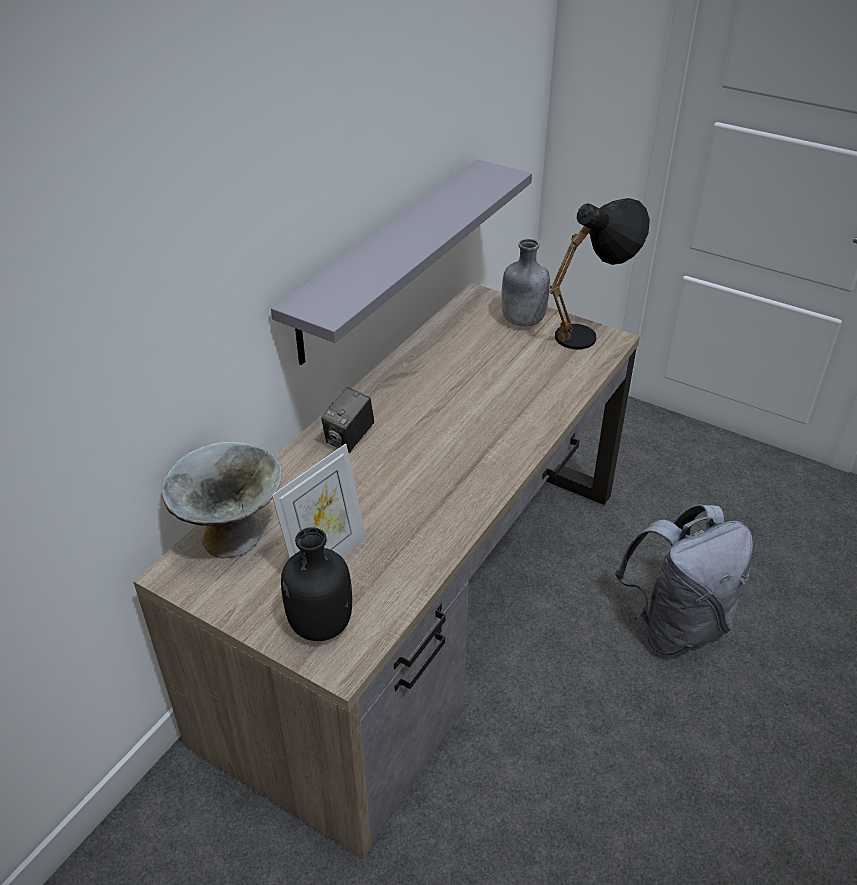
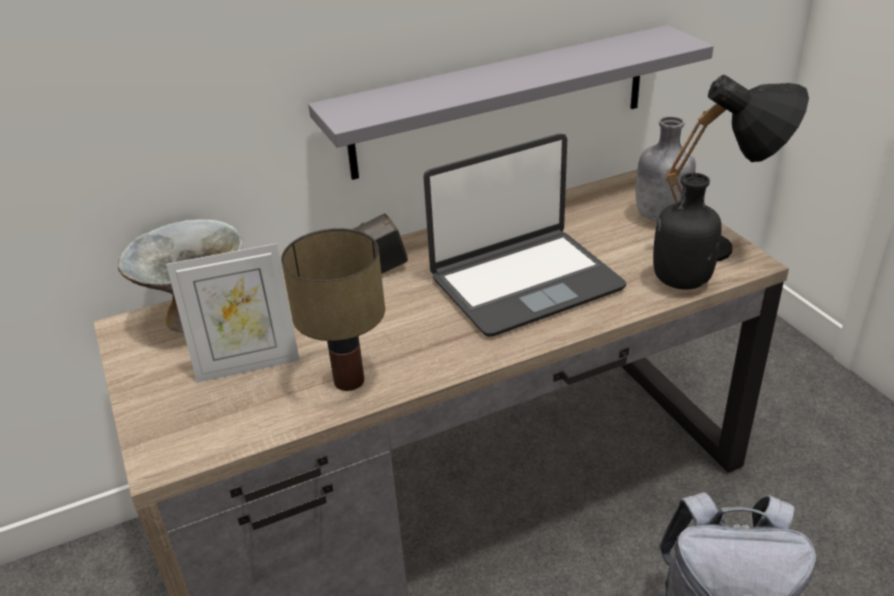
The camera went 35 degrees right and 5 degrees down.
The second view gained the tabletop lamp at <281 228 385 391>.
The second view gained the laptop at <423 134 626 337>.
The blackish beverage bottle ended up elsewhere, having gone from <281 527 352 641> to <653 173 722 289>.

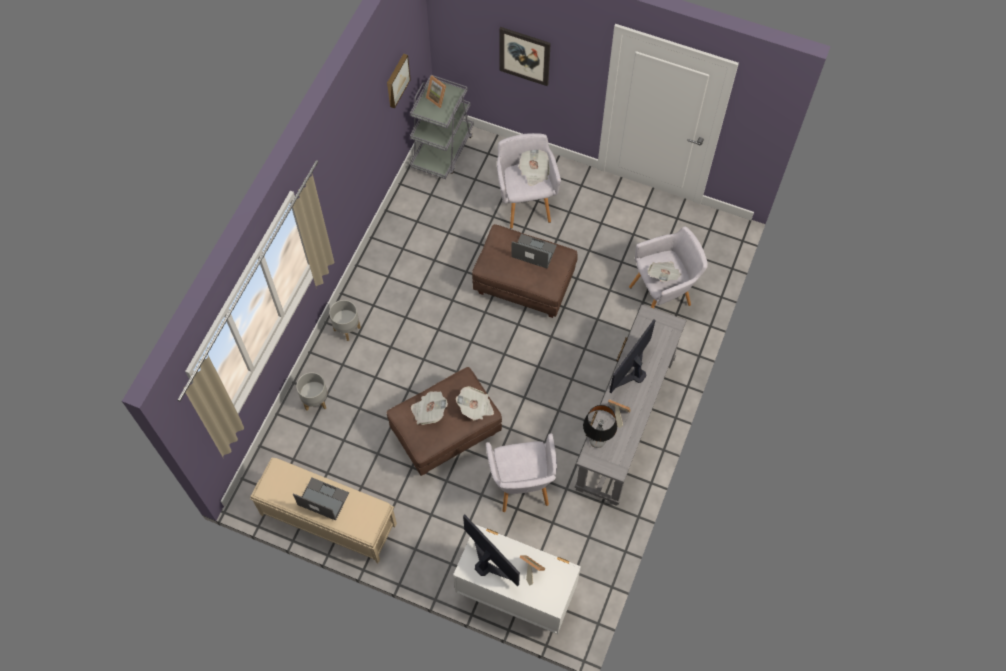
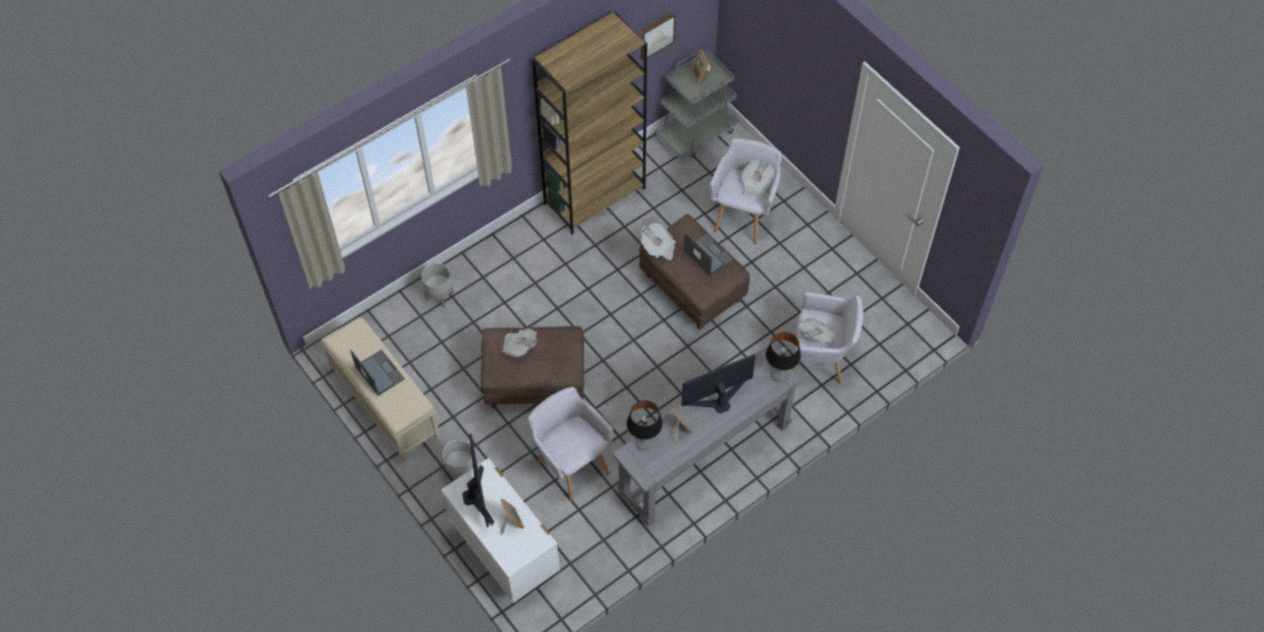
The camera went 30 degrees right and 5 degrees down.
The second view lost the picture at <499 27 551 86>.
The second view gained the brown bookshelf at <532 12 647 234>.
The second view gained the tabletop lamp at <766 332 801 382>.
The grey flower pot ended up elsewhere, having gone from <329 300 361 341> to <442 440 473 481>.
The newspaper ended up elsewhere, having gone from <456 386 494 421> to <641 223 676 260>.
The grey armchair at <486 433 557 512> ended up facing another way, 120 degrees clockwise from before.

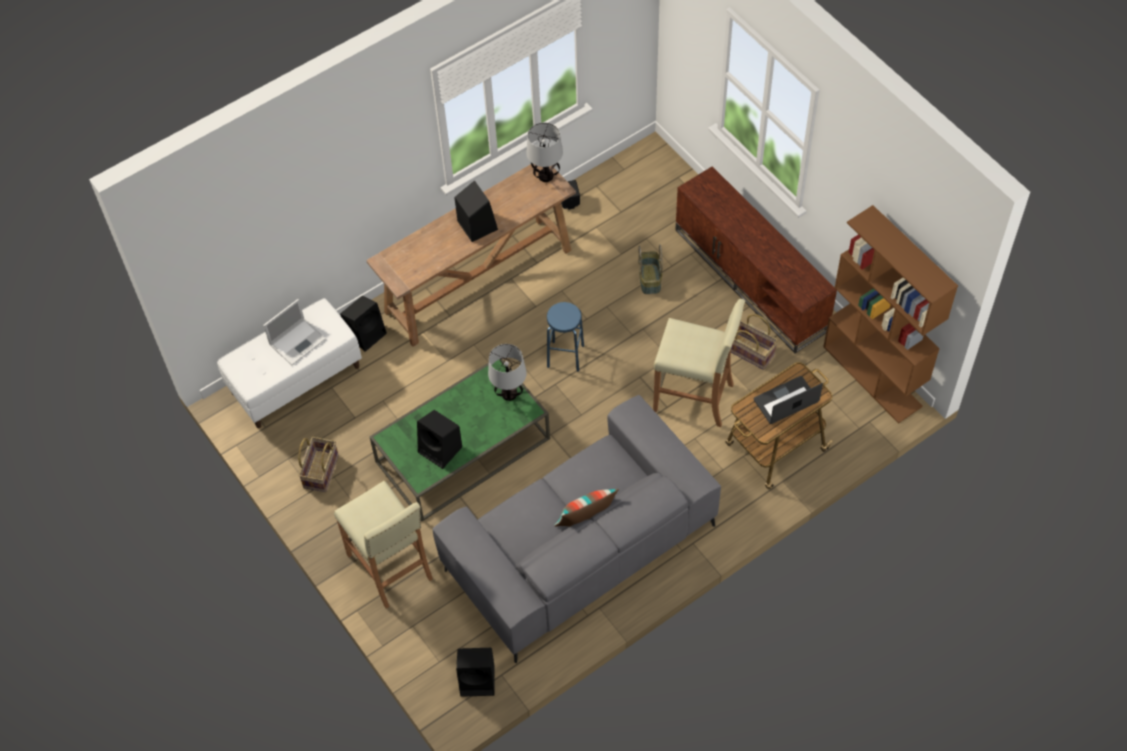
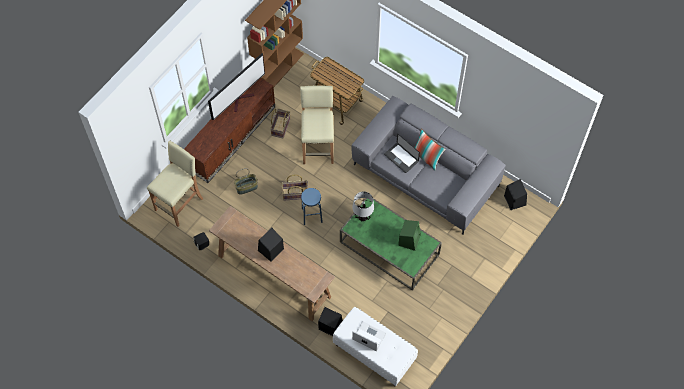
The camera went 110 degrees left and 5 degrees up.
The second view lost the tabletop lamp at <526 122 563 182>.
The second view gained the TV set at <208 53 265 120>.
The basket ended up elsewhere, having gone from <298 437 339 492> to <282 174 308 201>.
The beige-coloured stool seat ended up elsewhere, having gone from <334 481 433 609> to <147 141 204 227>.
The laptop ended up elsewhere, having gone from <754 376 823 424> to <384 134 420 173>.
What was the blackish speaker at <417 410 462 469> turned into the greenish speaker at <398 220 421 251>.

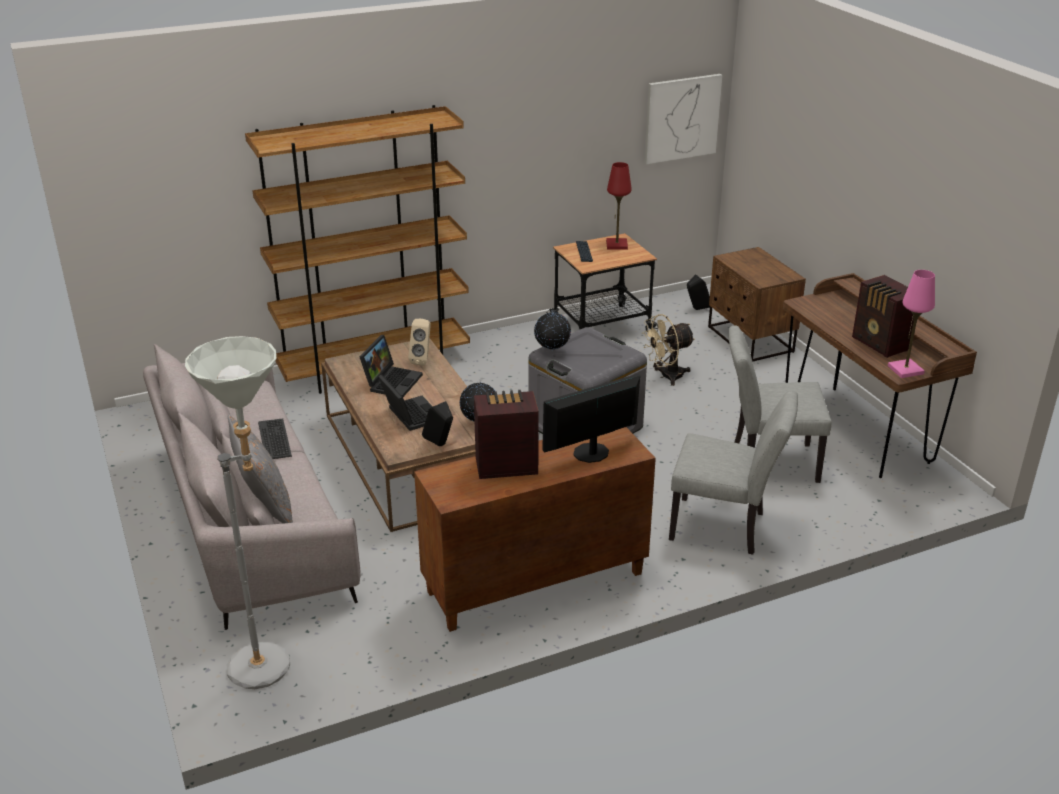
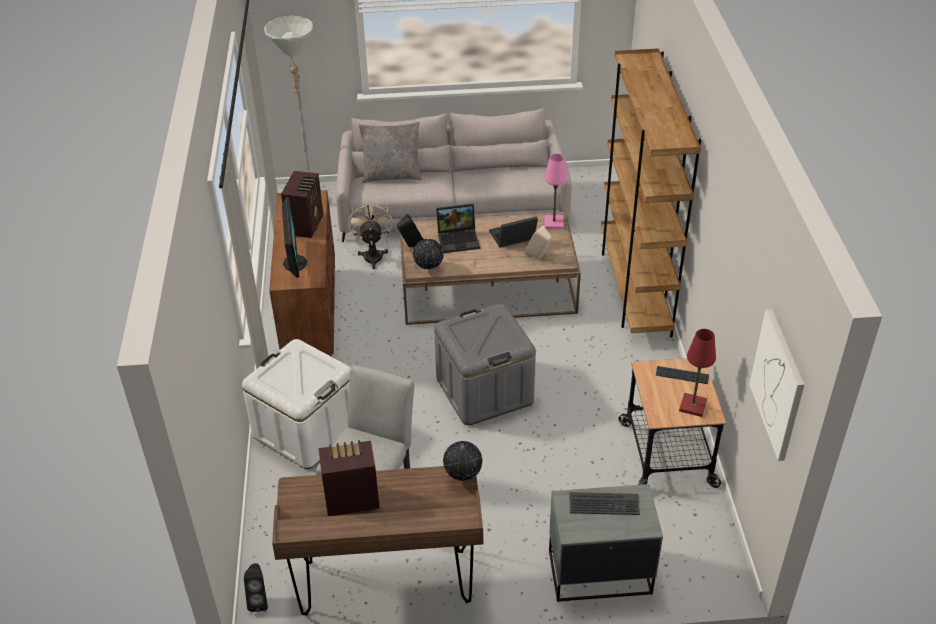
The camera went 110 degrees right and 10 degrees up.
The PC keyboard ended up elsewhere, having gone from <258 418 292 459> to <569 492 640 515>.
The desk globe ended up elsewhere, having gone from <534 310 571 351> to <443 441 483 481>.
The beige-coloured electric fan ended up elsewhere, having gone from <642 314 695 386> to <348 201 392 269>.
The blackish speaker ended up elsewhere, having gone from <687 274 710 310> to <244 563 268 612>.
The pink tabletop lamp ended up elsewhere, having gone from <888 270 935 378> to <545 154 568 229>.
Where the grey upright chair stood at <669 390 798 555>, the whitish storage bin came to stand at <242 339 351 469>.
What was the brown nightstand at <708 247 806 362> turned into the grey nightstand at <549 484 663 602>.
The laptop at <359 335 423 397> ended up facing another way, 120 degrees clockwise from before.

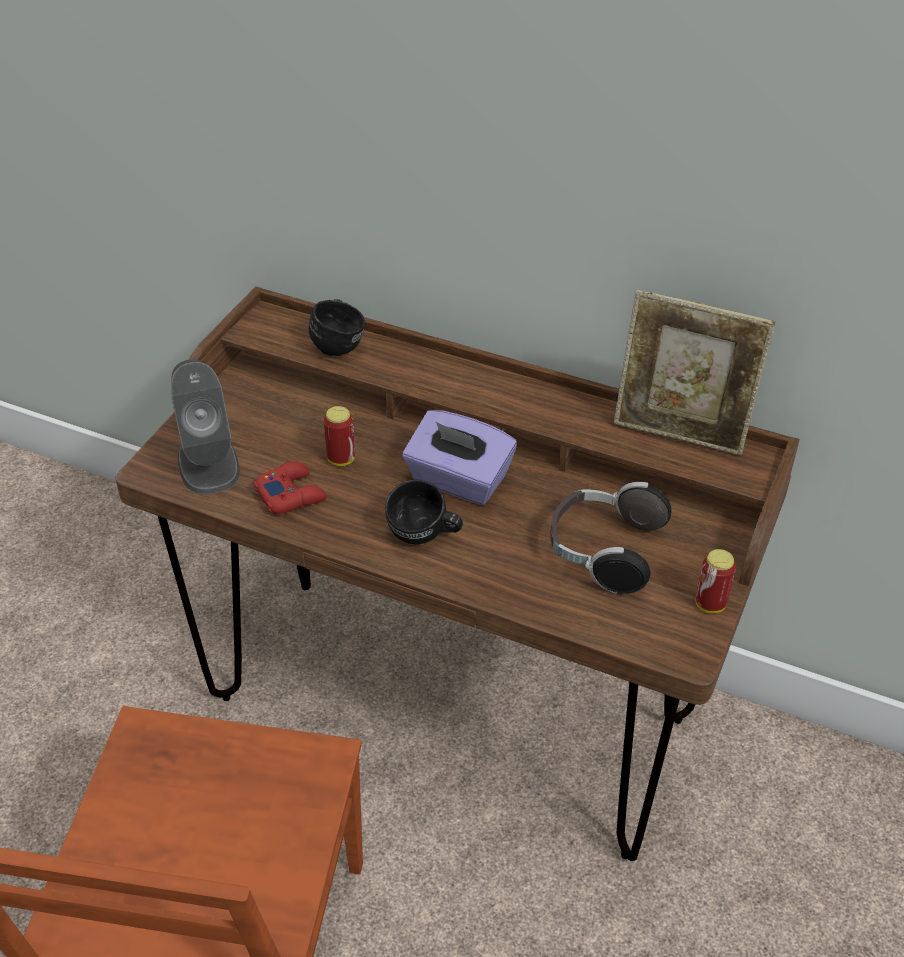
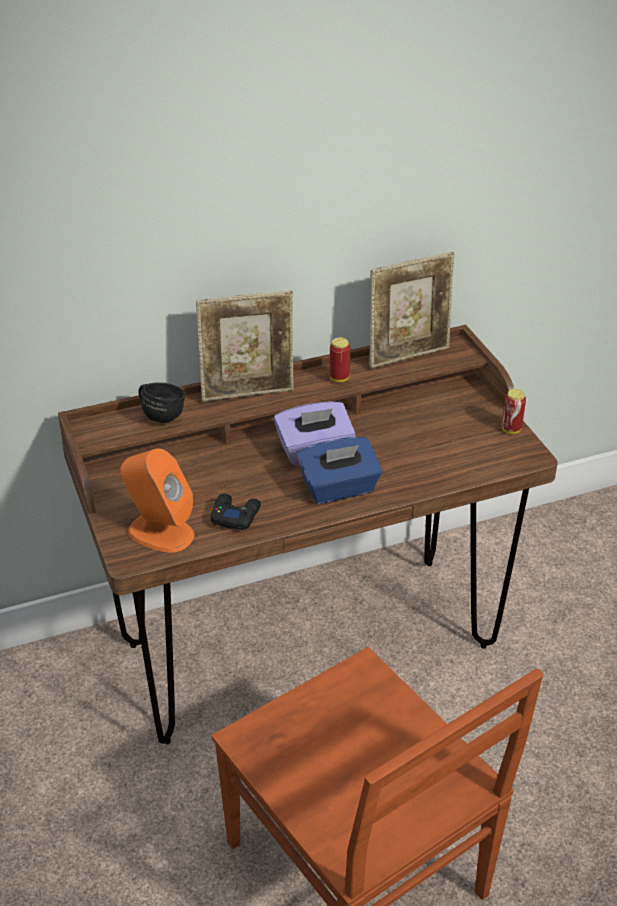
The camera went 45 degrees left and 5 degrees down.
The second view lost the headset at <551 482 672 594>.
The second view gained the picture frame at <196 291 294 402>.
The metal can ended up elsewhere, having gone from <324 406 355 466> to <330 337 350 382>.
Where the blackish mug stood at <385 480 463 544>, the bluish box of tissues came to stand at <297 437 382 504>.
What was the grey speaker at <171 360 240 494> turned into the orangey speaker at <120 448 194 552>.
What was the red-coloured game controller at <253 461 327 514> turned into the blackish game controller at <211 493 261 530>.

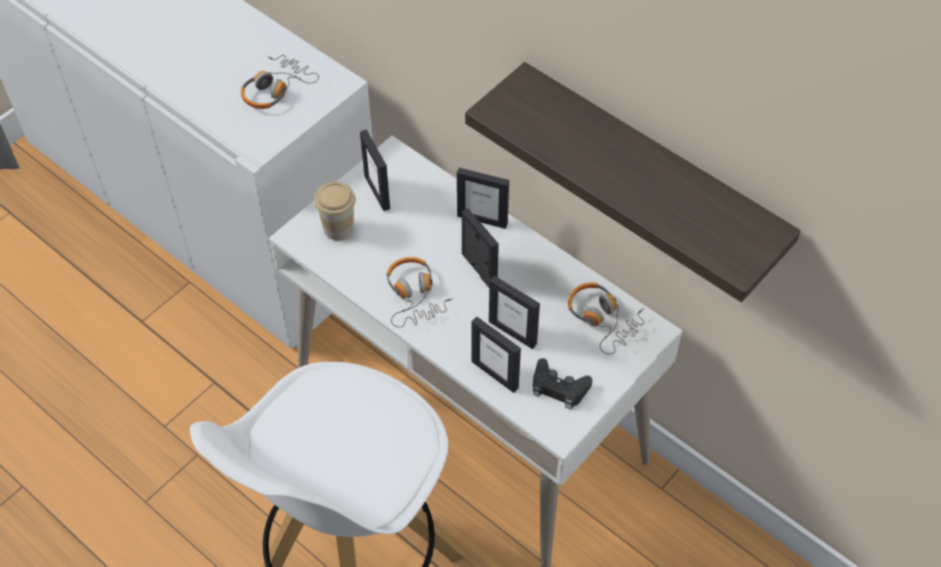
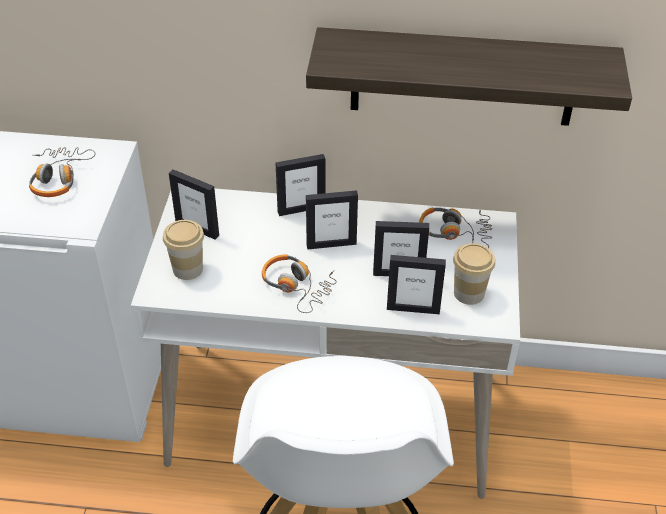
The camera went 35 degrees left and 10 degrees down.
Where the blackish game controller stood at <533 358 592 410>, the cup came to stand at <453 243 495 305>.
The picture frame at <462 208 499 287> ended up facing another way, 150 degrees clockwise from before.

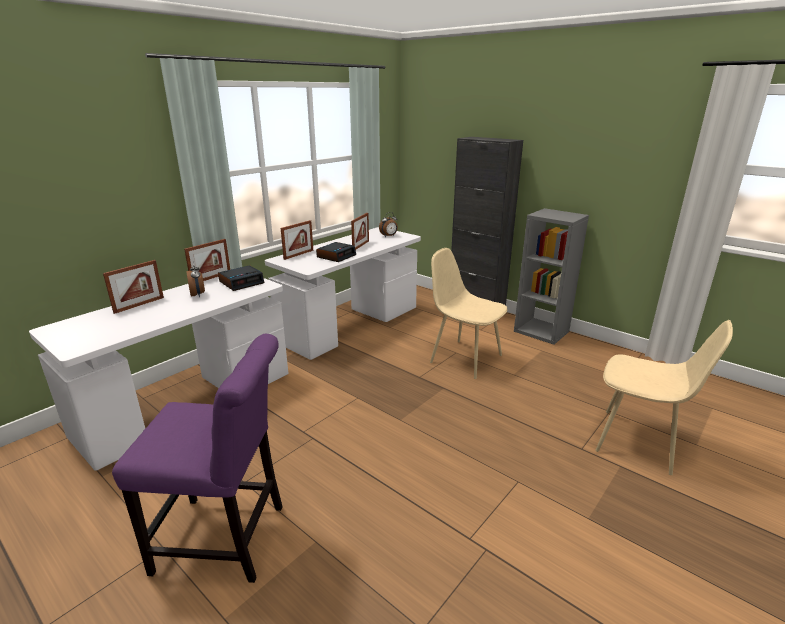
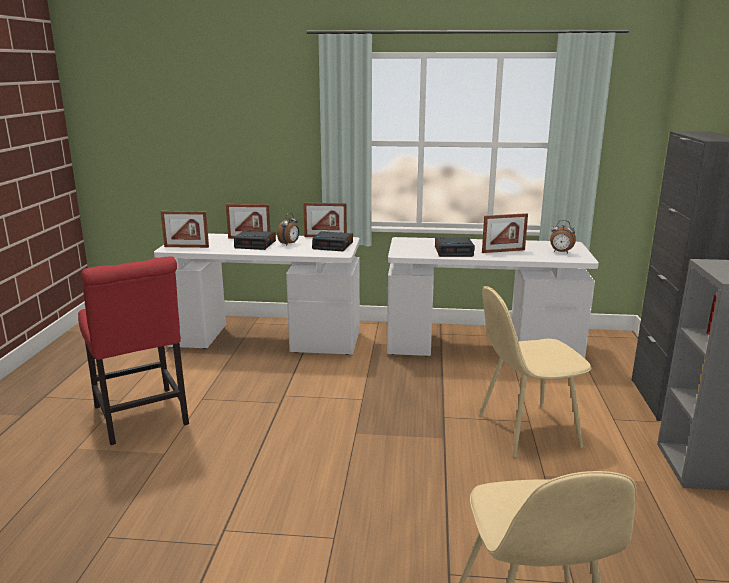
The camera went 55 degrees right and 5 degrees down.
The second view gained the table clock at <234 230 276 250>.
The picture frame ended up elsewhere, having gone from <281 220 313 260> to <161 211 209 248>.
What was the purple upright chair at <112 334 283 583> turned into the red-coloured upright chair at <78 256 189 445>.
The beige-coloured upright chair at <430 248 508 379> ended up facing another way, 105 degrees counterclockwise from before.

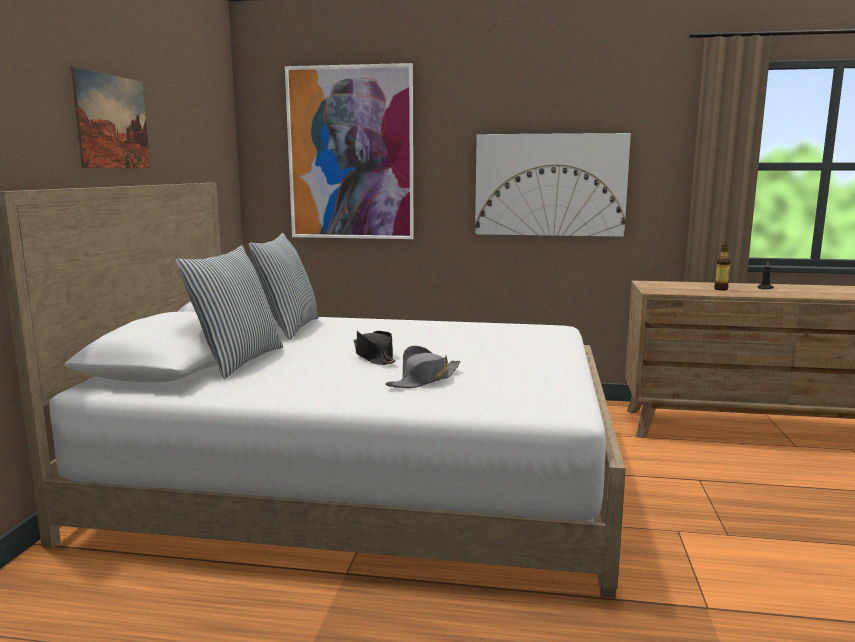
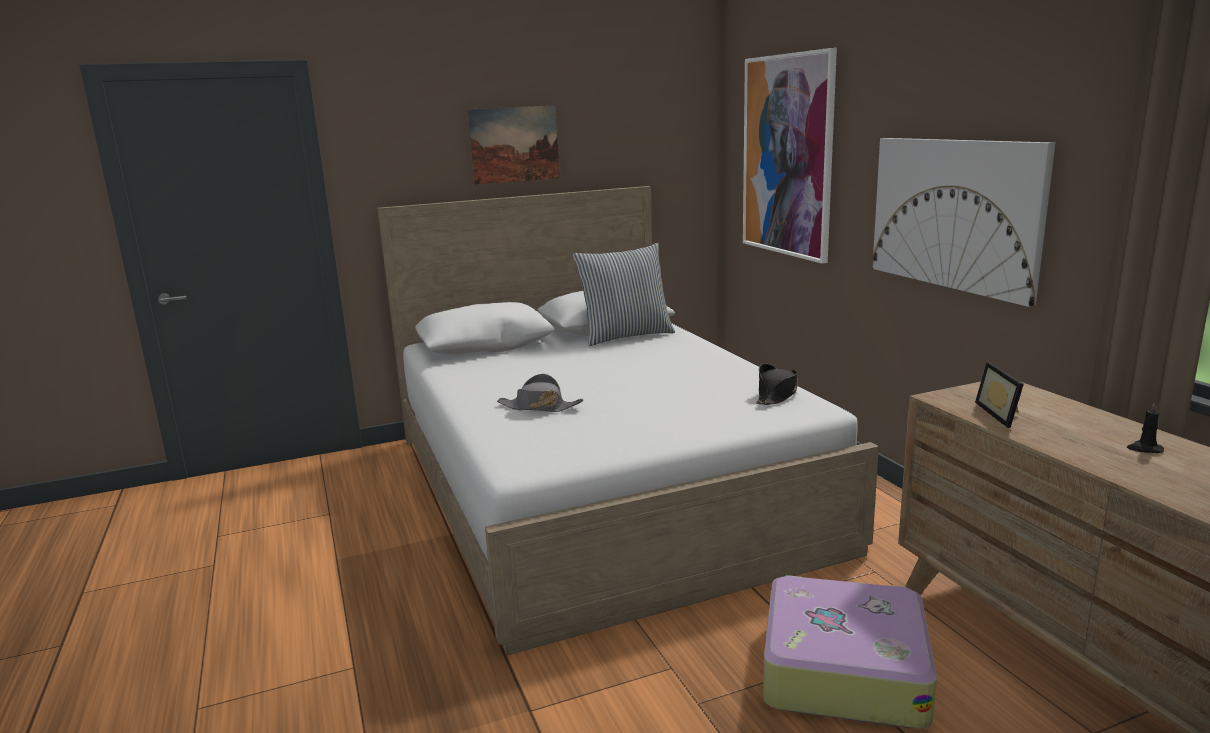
The camera went 60 degrees right and 5 degrees up.
The second view lost the pillow at <175 245 283 379>.
The second view lost the beverage bottle at <714 243 731 290>.
The second view gained the piece of luggage at <763 575 937 729>.
The second view gained the picture frame at <975 362 1024 428>.
The blackish hat ended up elsewhere, having gone from <354 330 396 365> to <756 364 798 405>.

